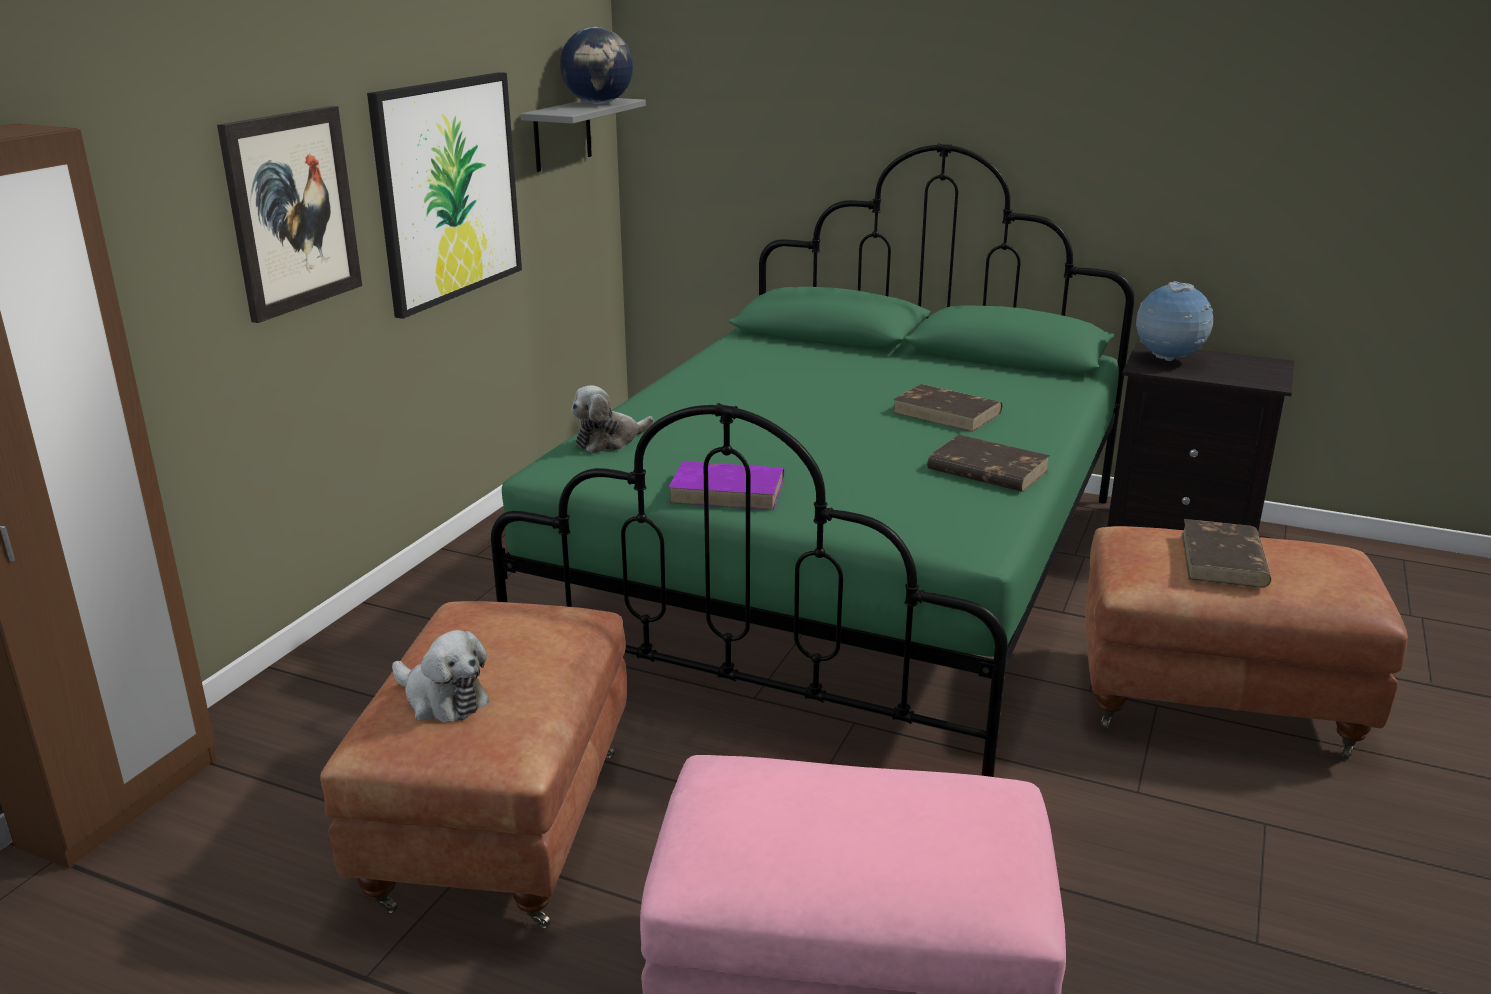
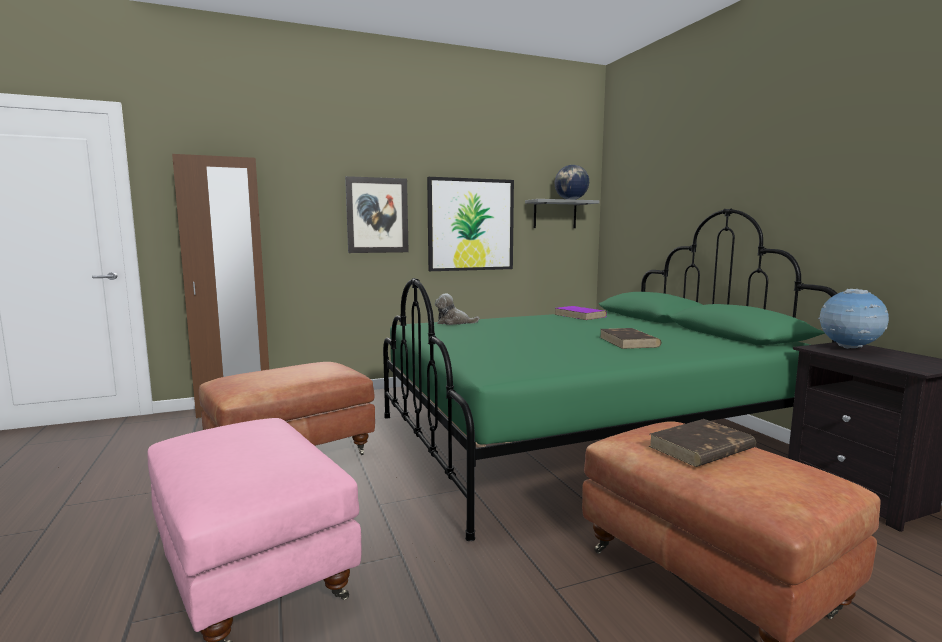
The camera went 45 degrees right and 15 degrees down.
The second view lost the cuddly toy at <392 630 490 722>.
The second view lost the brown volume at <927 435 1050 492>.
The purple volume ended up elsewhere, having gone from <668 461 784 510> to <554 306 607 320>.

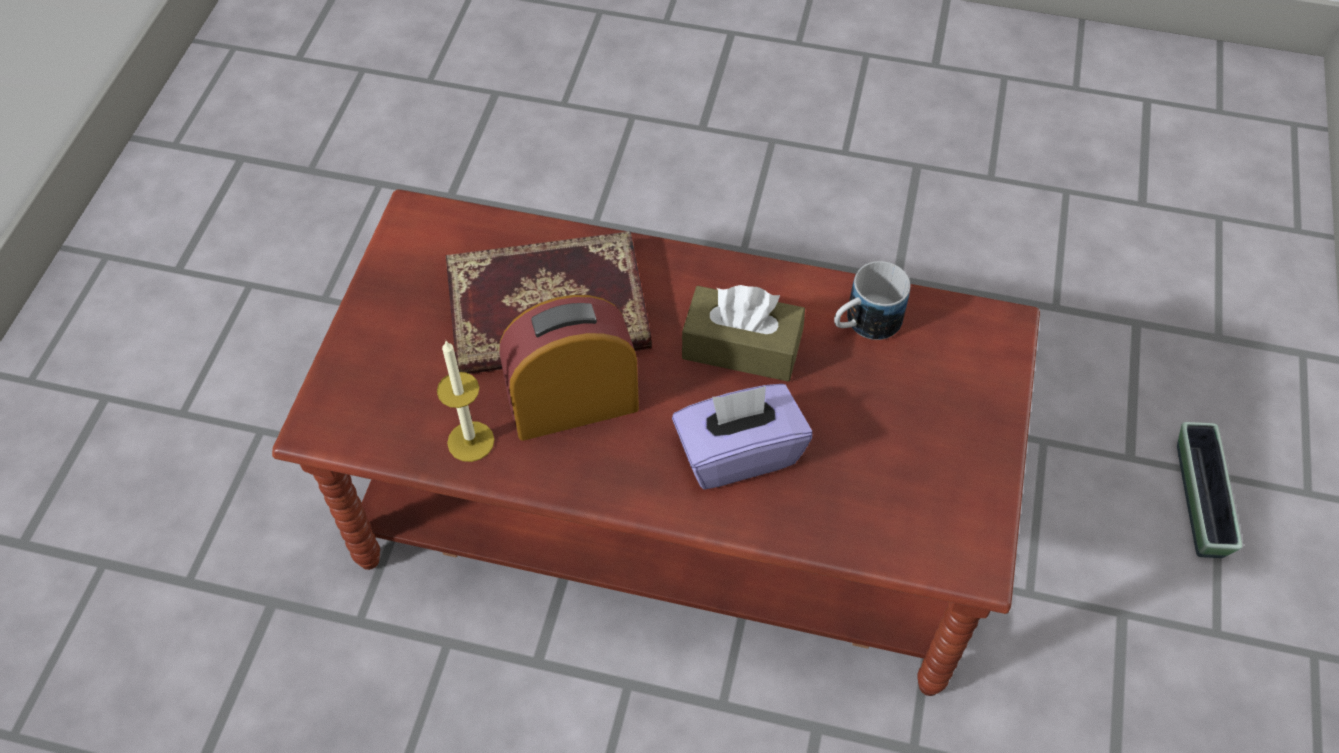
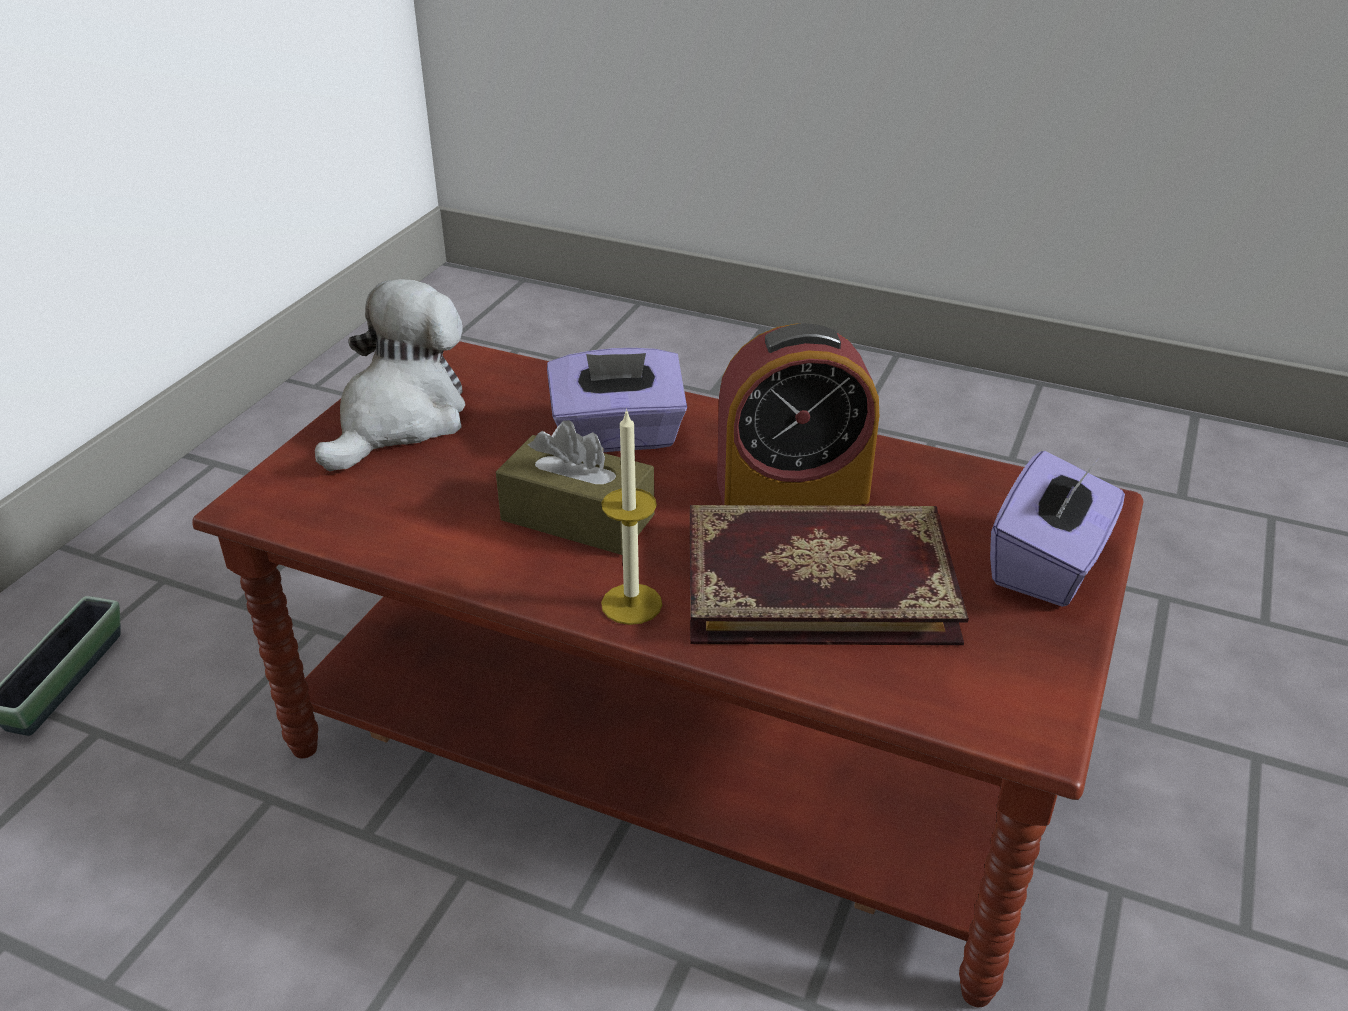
The camera went 170 degrees left and 20 degrees down.
The second view lost the mug at <834 261 910 340>.
The second view gained the cuddly toy at <315 279 465 472>.
The second view gained the purple box of tissues at <990 451 1125 607>.
The candle ended up elsewhere, having gone from <437 341 494 462> to <601 409 662 625>.

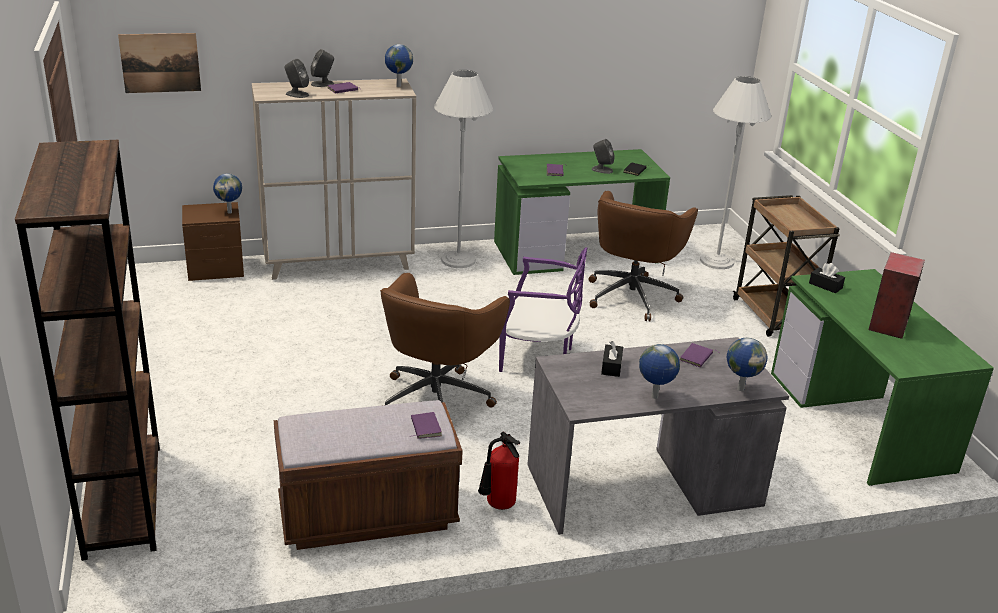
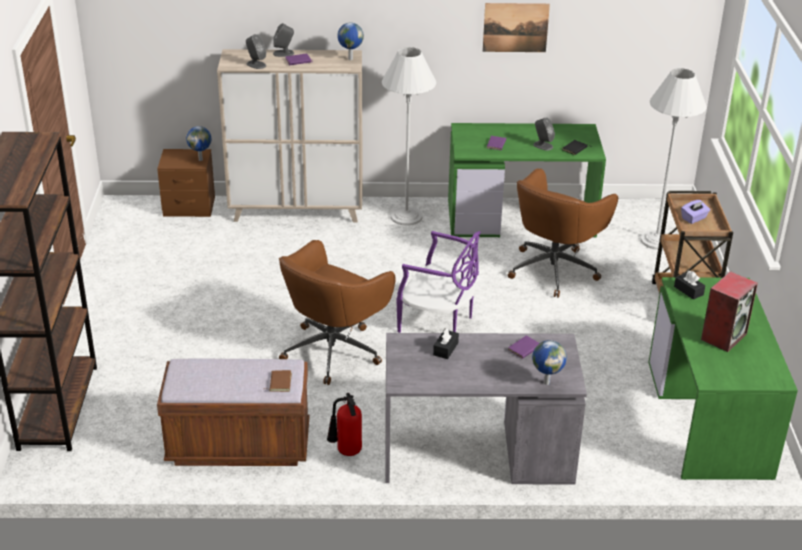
The camera went 15 degrees right and 5 degrees up.
The second view lost the desk globe at <639 344 680 399>.
The second view gained the purple box of tissues at <681 200 710 224>.
The picture ended up elsewhere, having gone from <118 33 201 93> to <483 3 550 52>.
What was the purple volume at <410 412 442 439> turned into the brown volume at <265 370 292 392>.

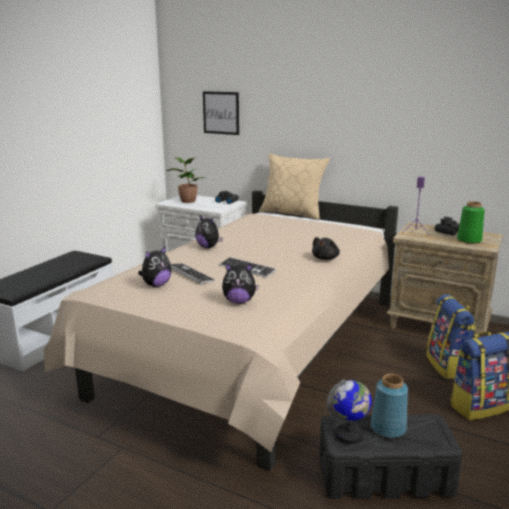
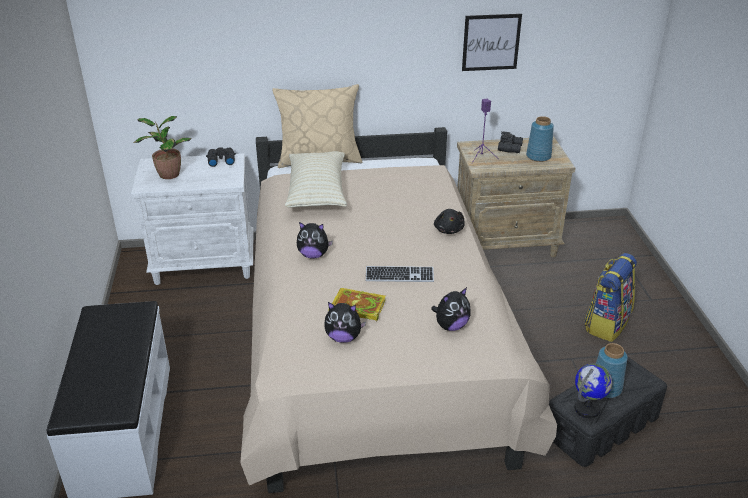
The camera went 35 degrees left and 15 degrees up.
The second view lost the knapsack at <426 294 477 379>.
The second view gained the beige-coloured pillow at <285 151 347 208>.
The picture ended up elsewhere, having gone from <203 91 239 135> to <462 14 522 71>.
Where the PC keyboard stood at <171 263 215 284>, the volume came to stand at <332 288 386 321>.
What was the greenish decorative vase at <457 201 485 244> turned into the bluish decorative vase at <526 116 554 162>.
The cuddly toy at <138 247 172 287> ended up facing another way, 90 degrees clockwise from before.

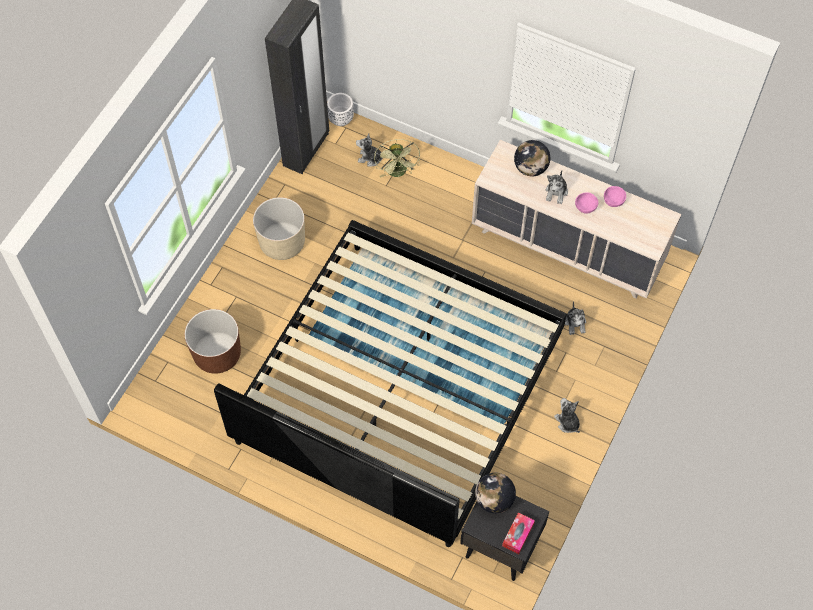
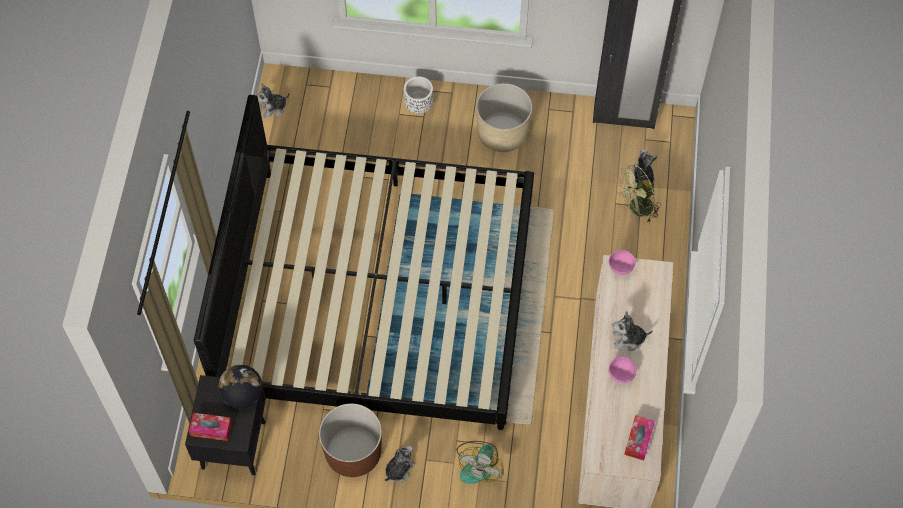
The camera went 70 degrees right and 0 degrees up.
The second view lost the desk globe at <514 140 550 176>.
The second view gained the electric fan at <456 441 504 484>.
The second view gained the box of tissues at <624 415 655 460>.
The brown flower pot ended up elsewhere, having gone from <185 309 241 374> to <319 404 382 477>.
The whitish flower pot ended up elsewhere, having gone from <327 93 354 126> to <404 76 433 114>.
The cuddly toy ended up elsewhere, having gone from <565 301 586 335> to <256 83 289 119>.
The pink serving bowl ended up elsewhere, having gone from <604 186 626 207> to <609 250 635 275>.

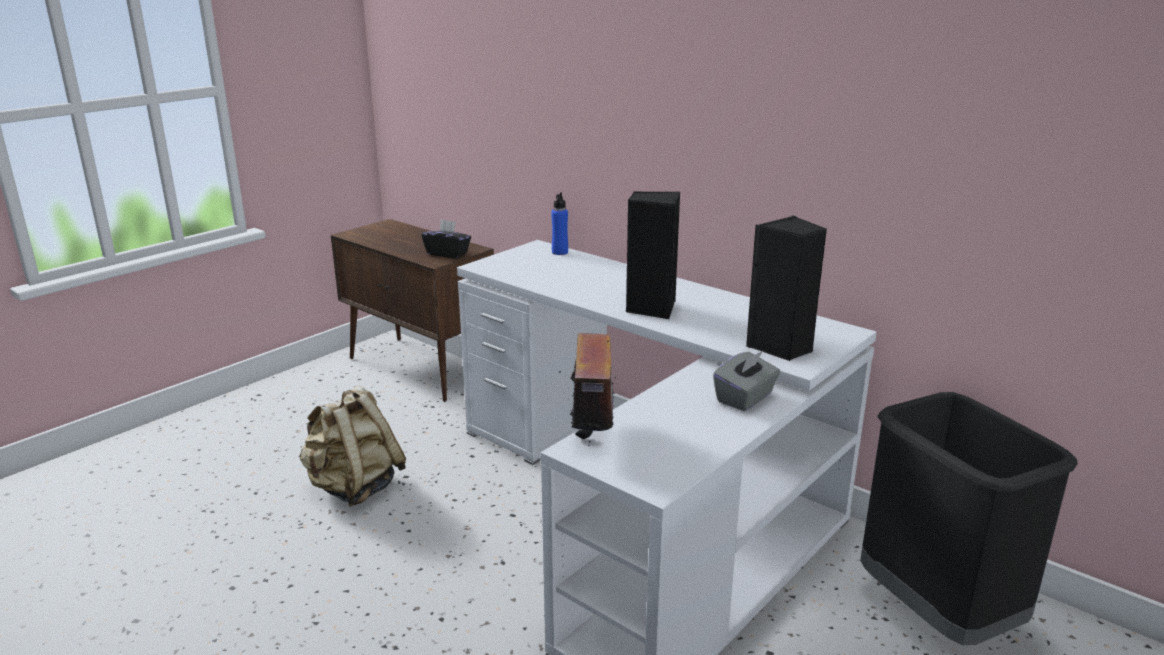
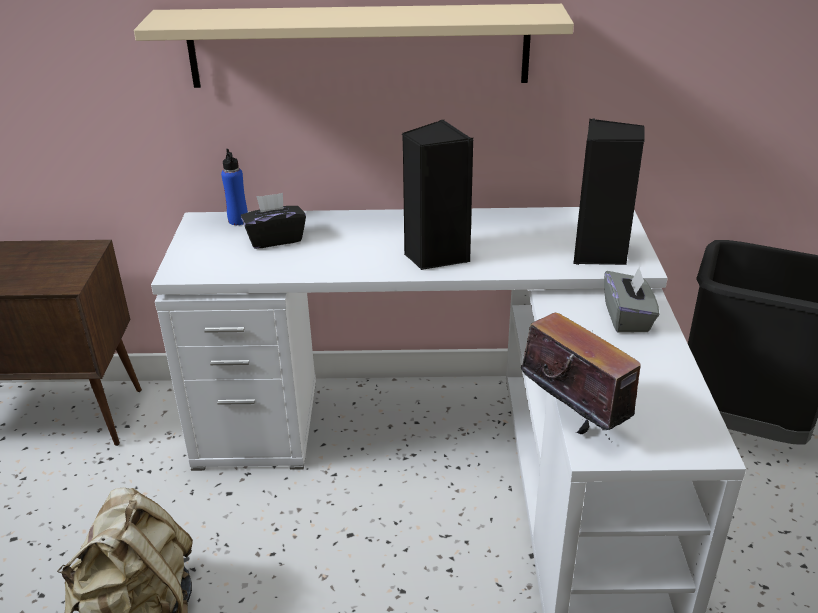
The camera went 40 degrees left and 10 degrees up.
The second view gained the beige-coloured wall shelf at <134 4 574 88>.
The blackish box of tissues ended up elsewhere, having gone from <421 220 471 258> to <241 193 306 249>.

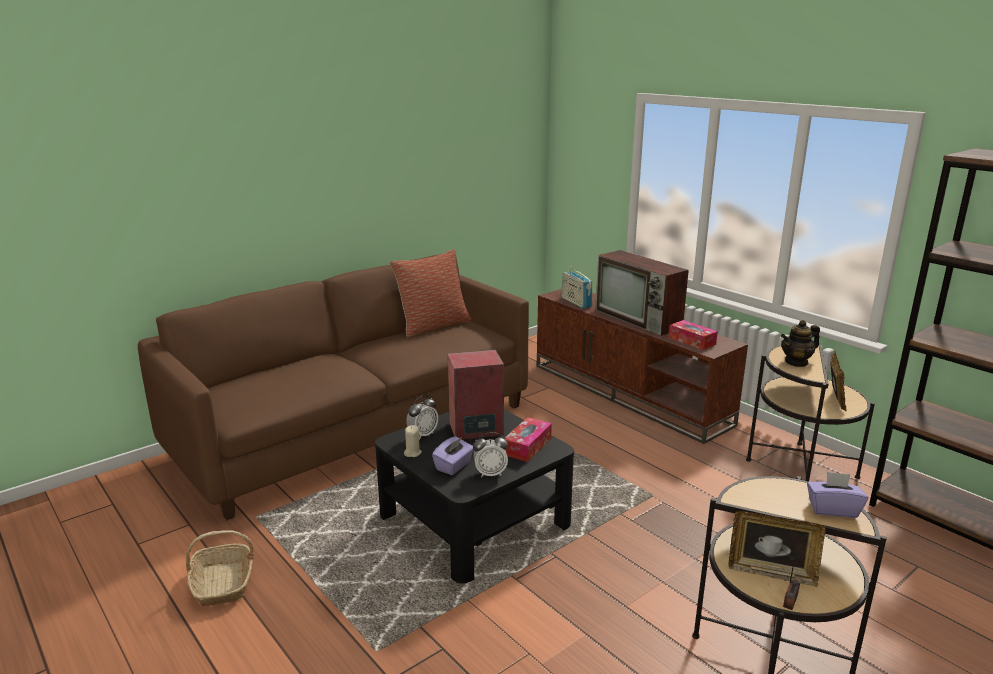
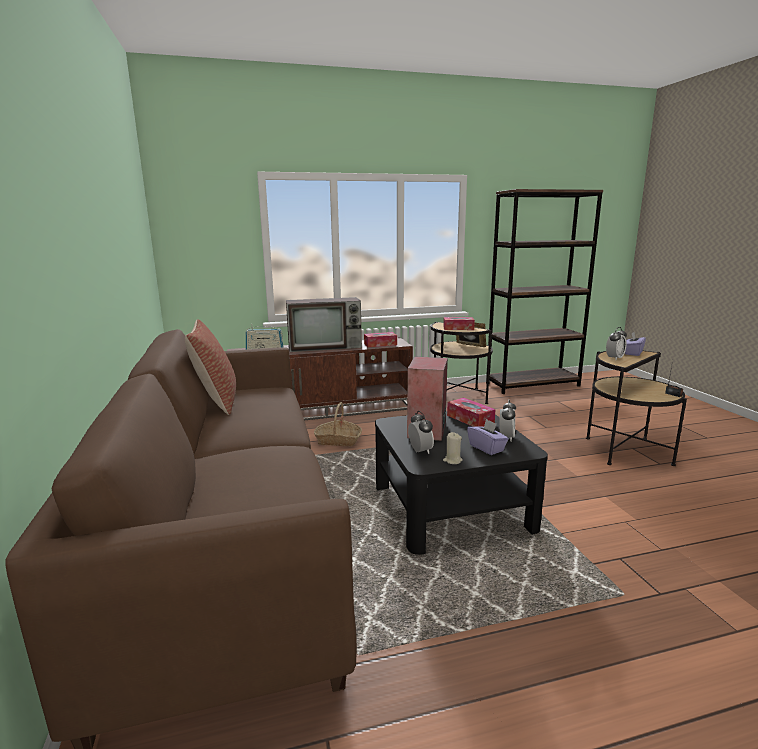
The camera went 65 degrees left and 5 degrees down.
The second view lost the picture frame at <728 511 826 587>.
The second view gained the table clock at <606 327 627 360>.
The basket ended up elsewhere, having gone from <186 530 254 606> to <314 402 362 446>.
Where the pot for tea stood at <781 320 820 367>, the box of tissues came to stand at <443 317 475 330>.

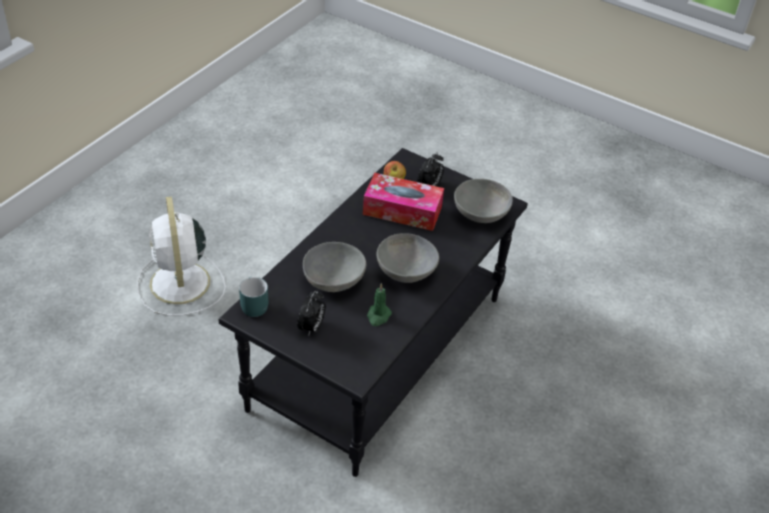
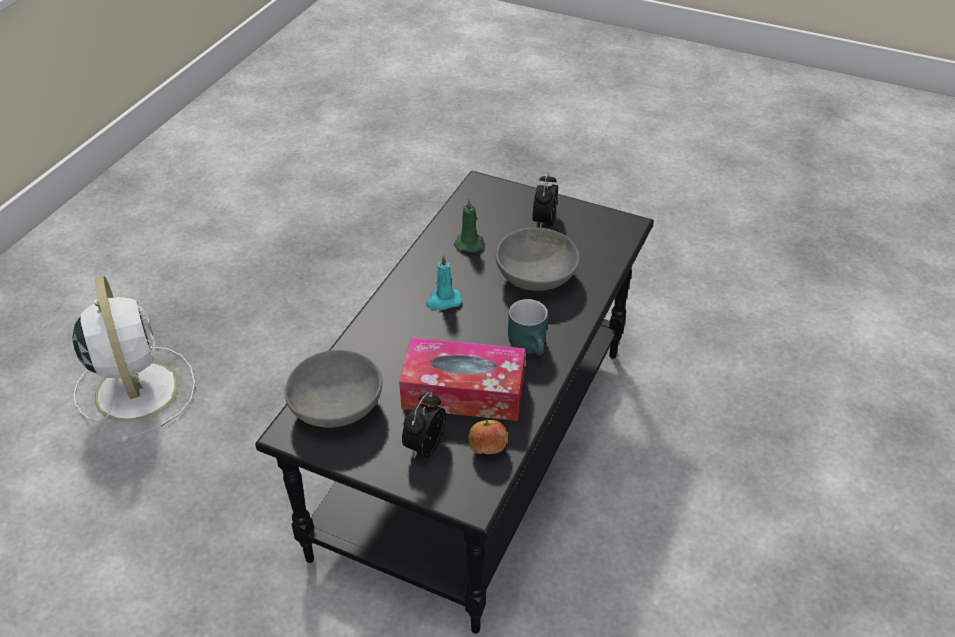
The camera went 175 degrees right and 0 degrees up.
The whitish electric fan ended up elsewhere, having gone from <137 197 226 316> to <73 276 195 442>.
The turquoise mug ended up elsewhere, having gone from <239 277 268 317> to <508 299 548 355>.
Where the grey serving bowl stood at <377 233 439 283>, the turquoise candle came to stand at <426 255 462 310>.

